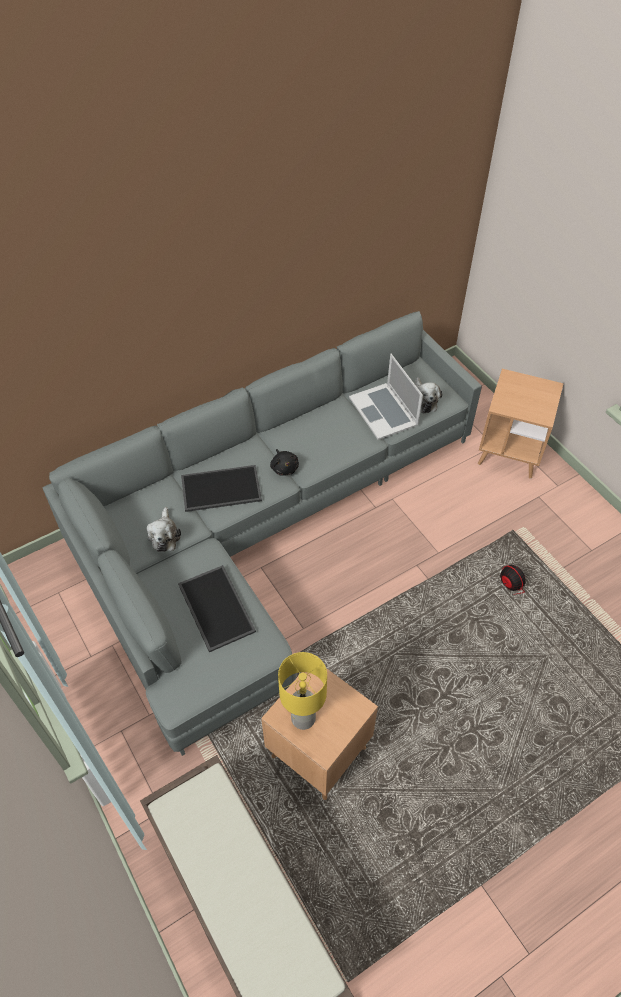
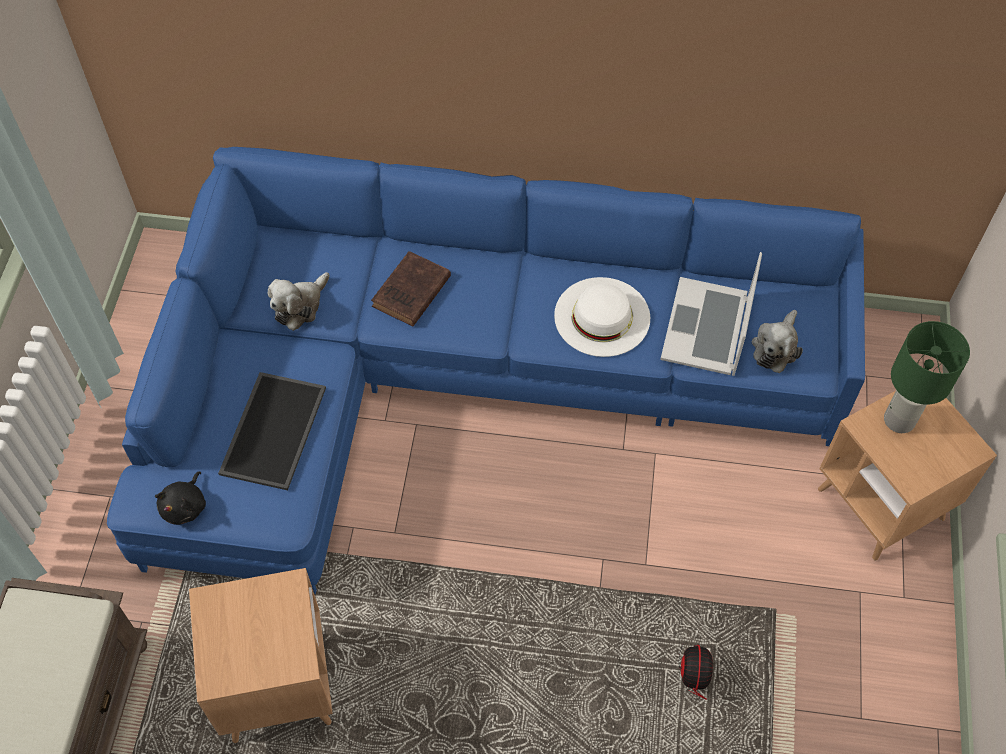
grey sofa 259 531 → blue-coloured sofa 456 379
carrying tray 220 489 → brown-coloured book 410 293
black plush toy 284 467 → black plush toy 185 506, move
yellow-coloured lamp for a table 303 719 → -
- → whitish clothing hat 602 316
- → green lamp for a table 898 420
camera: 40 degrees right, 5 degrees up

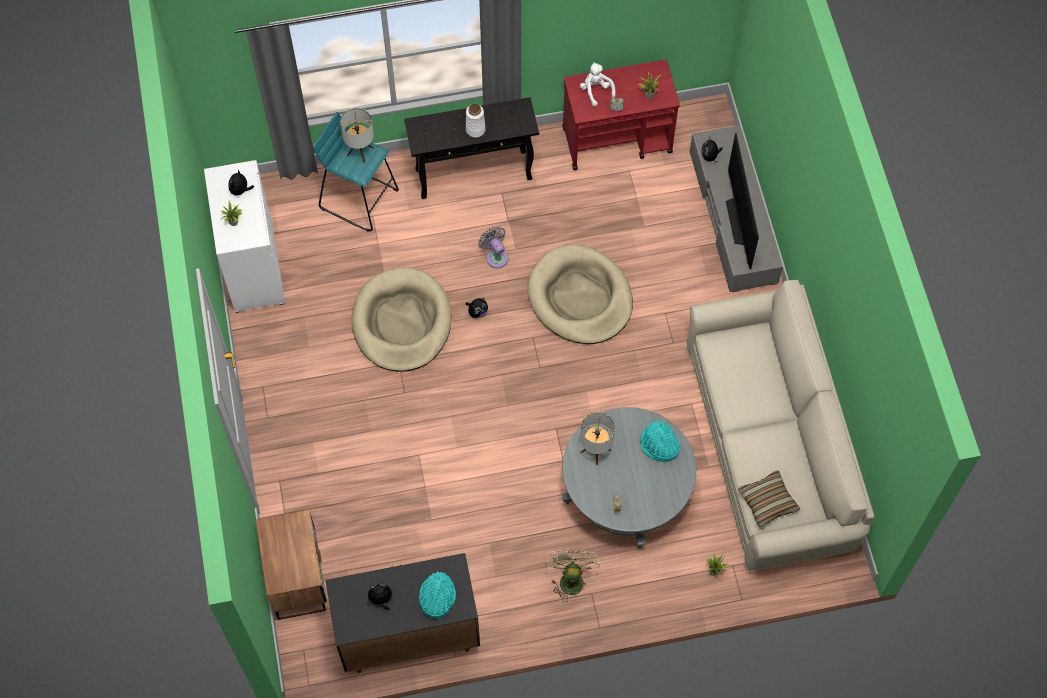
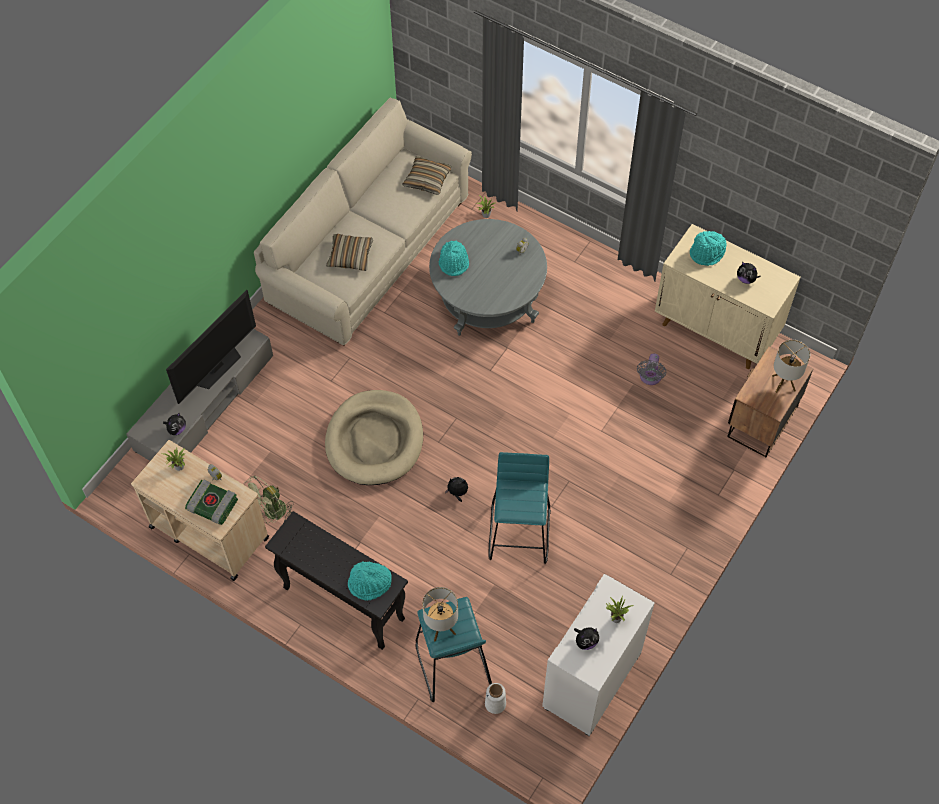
black cupboard 407 635 → beige-coloured cupboard 717 330
beige-coloured dog cushion 402 322 → turquoise stool 520 533
whitish decorative vase 475 129 → whitish decorative vase 495 704, move
grey cooling fan 495 256 → grey cooling fan 650 378, move
green cooling fan 570 578 → green cooling fan 271 513, move
reddish cart 618 140 → beige-coloured cart 208 532
whitish plush toy 596 91 → book 211 505
lamp for a table 595 451 → lamp for a table 783 383, move
- → pillow 350 256
- → turquoise clothing hat 370 584
camera: 135 degrees left, 5 degrees down

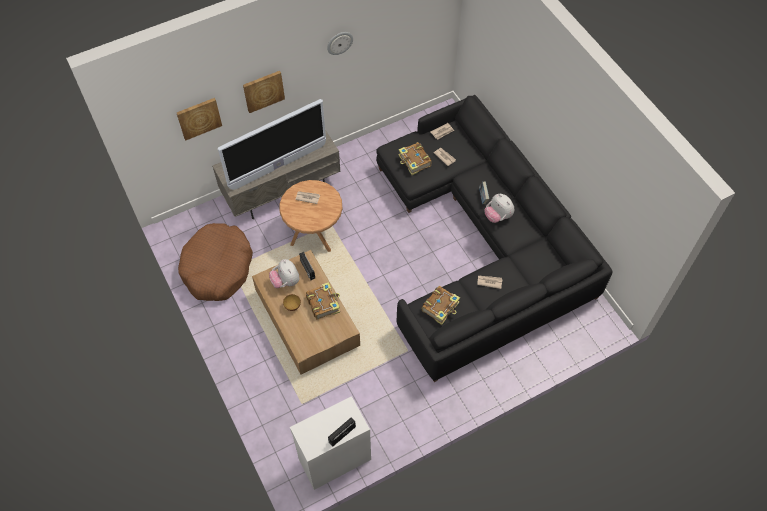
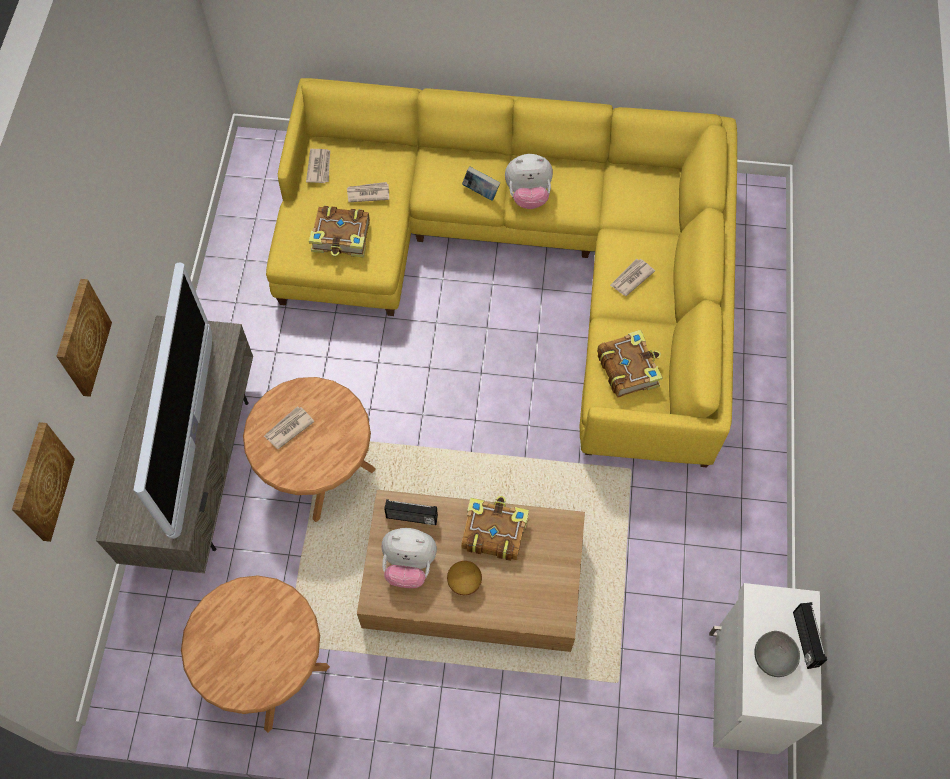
brown-coloured dog cushion 217 268 → brown-coloured accent table 266 666
hanging clock 339 42 → -
black sofa 482 245 → yellow-coloured sofa 528 258
- → grey bowl 773 657
camera: 55 degrees left, 5 degrees up

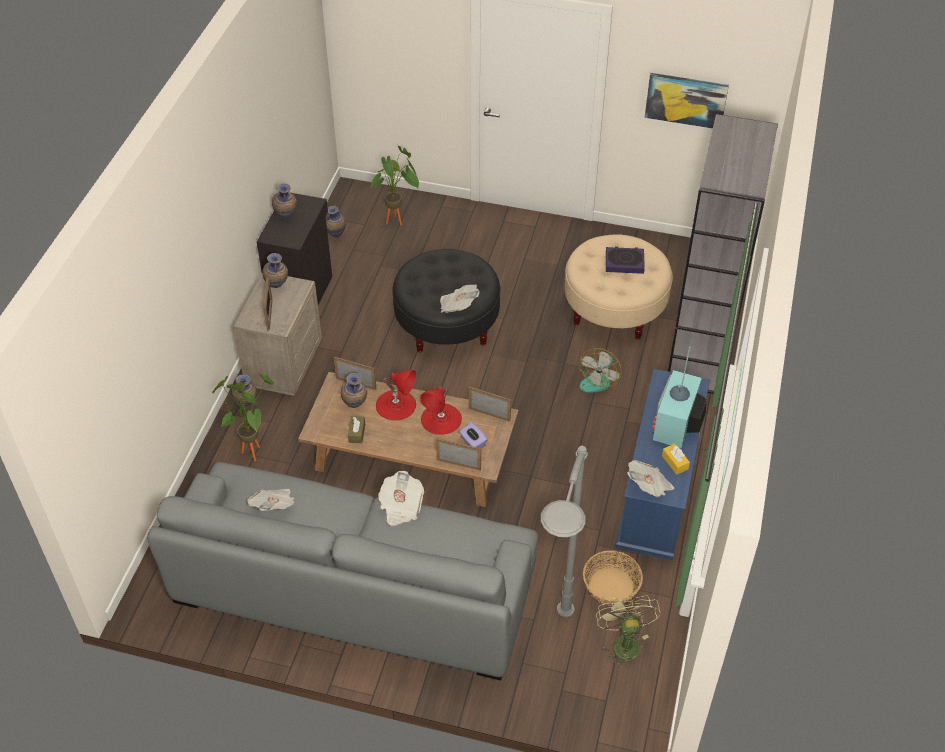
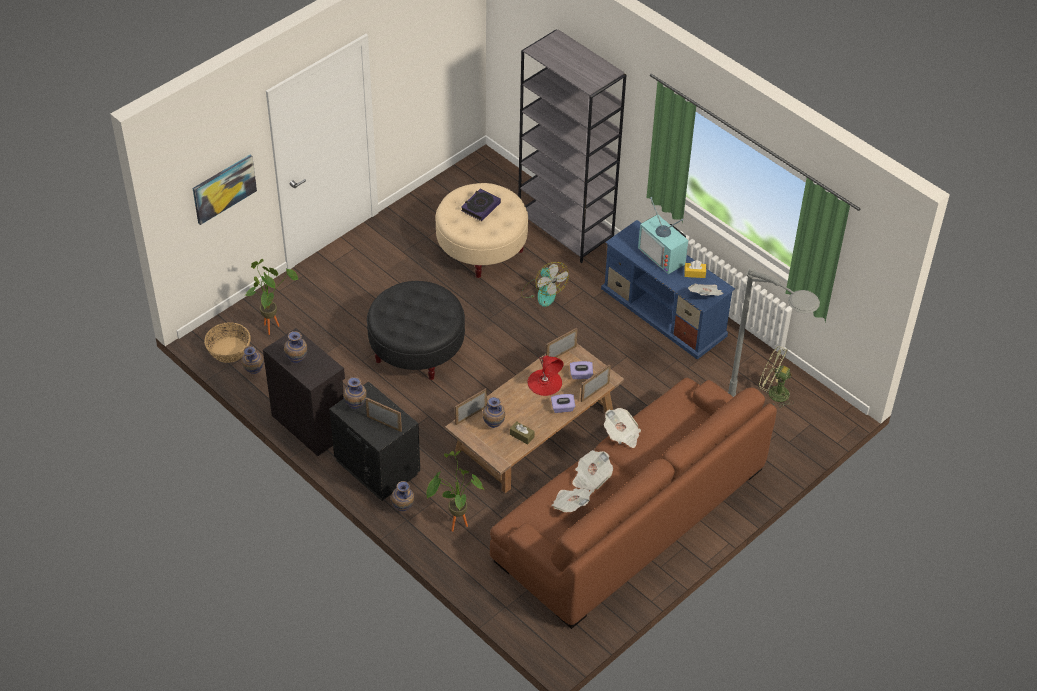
grey sofa 354 585 → brown-coloured sofa 630 514
beige-coloured night table 283 363 → black night table 376 467
reddish lamp for a table 396 404 → -
daily paper 458 306 → daily paper 591 478, move
basket 611 586 → basket 228 349, move
wall picture 686 100 → wall picture 224 188, move
- → purple-coloured box of tissues 562 408
camera: 60 degrees left, 0 degrees up

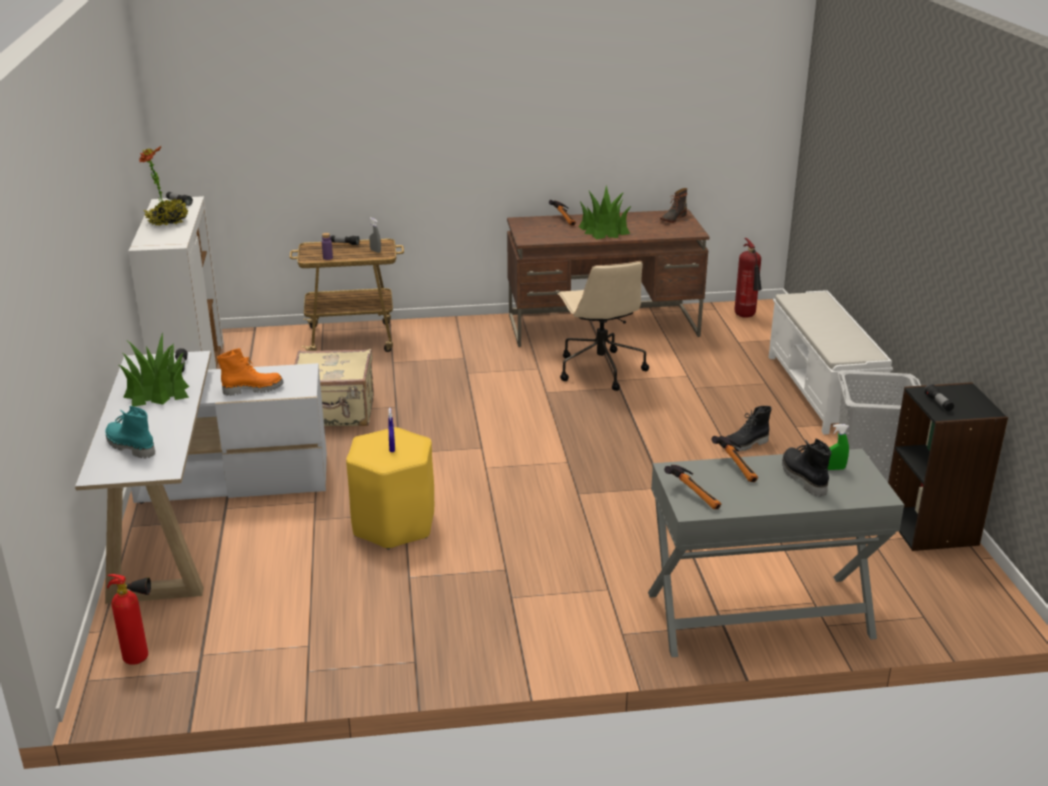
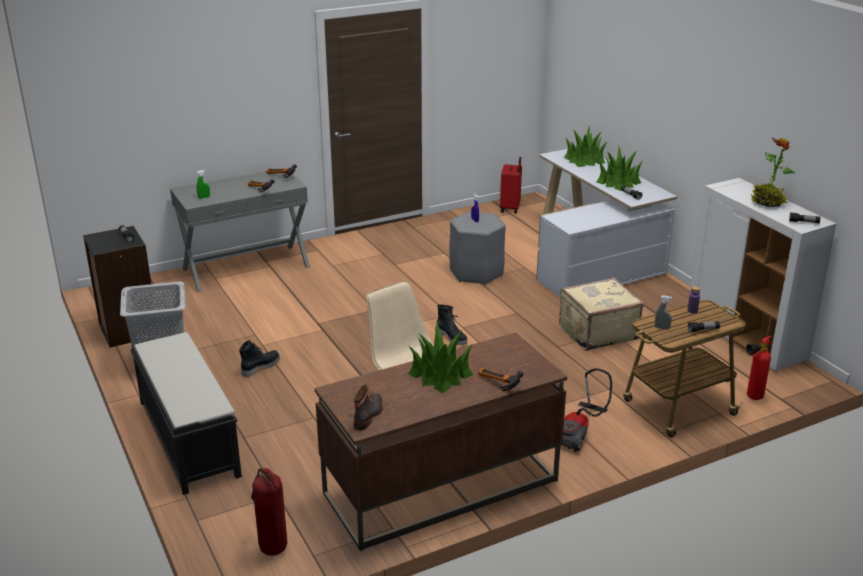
turquoise tall boot 129 447 → potted plant 585 160
fire extinguisher 142 659 → fire extinguisher 751 398, move
orange tall boot 253 389 → -
yellow-coloured stool 394 525 → grey stool 476 273
whitish bench 821 392 → black bench 188 437
black tall boot 802 478 → black tall boot 452 337, move
- → reddish piece of luggage 511 208
- → hoover 579 433
camera: 160 degrees right, 0 degrees up

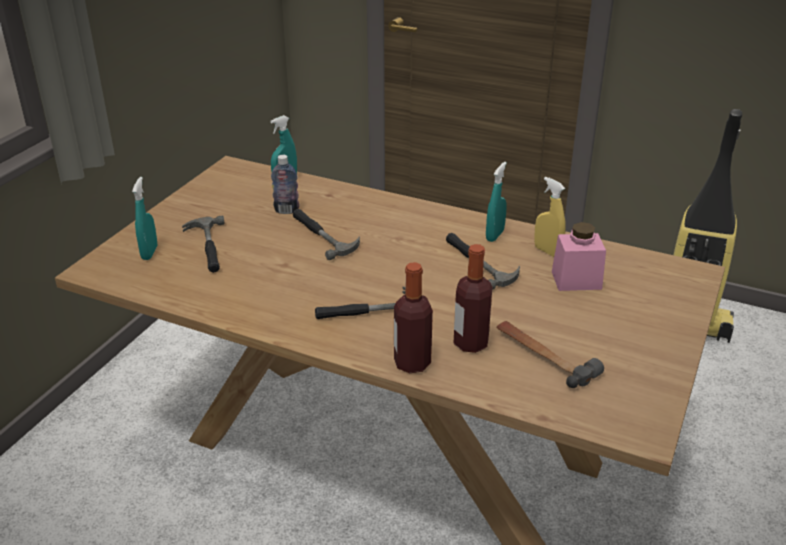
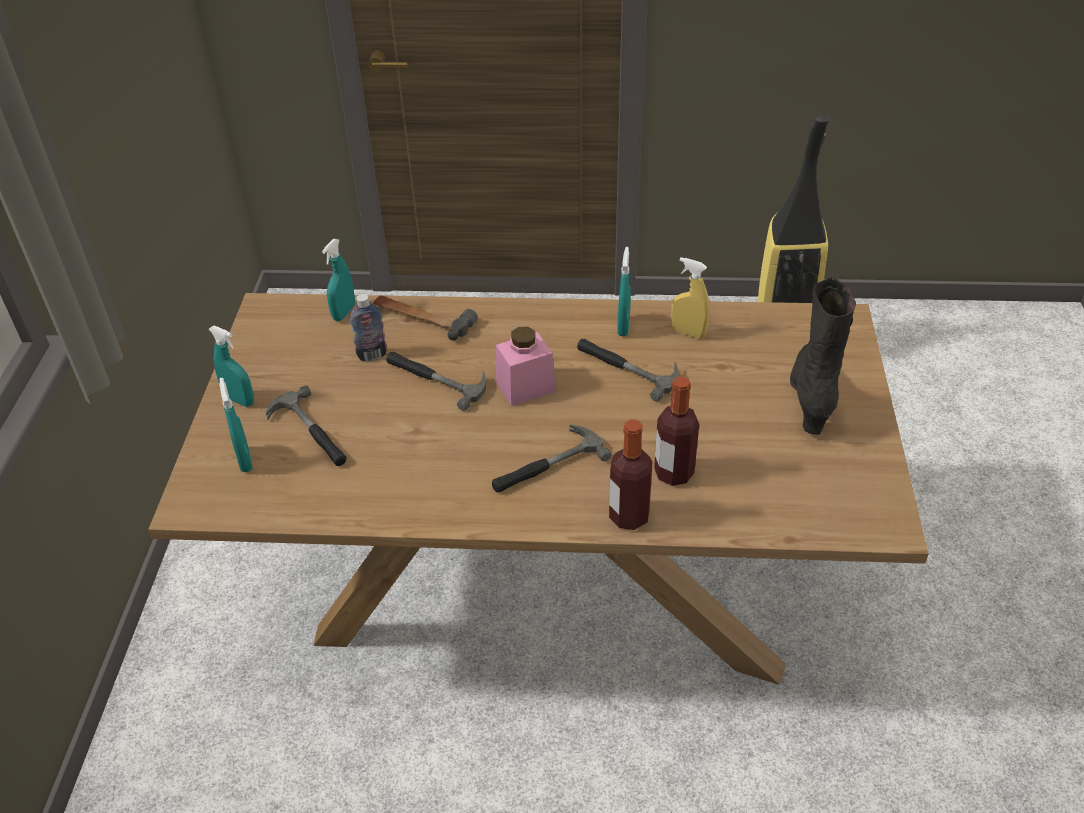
hammer 544 356 → hammer 423 318, move
pinkish storage jar 576 280 → pinkish storage jar 525 386, move
- → turquoise spray bottle 239 400
- → black tall boot 811 398
camera: 20 degrees left, 10 degrees up

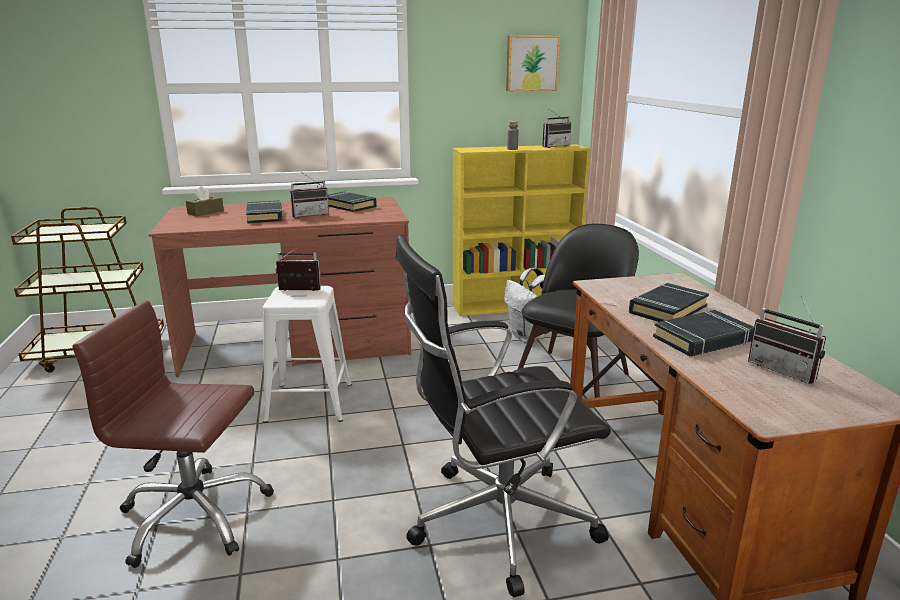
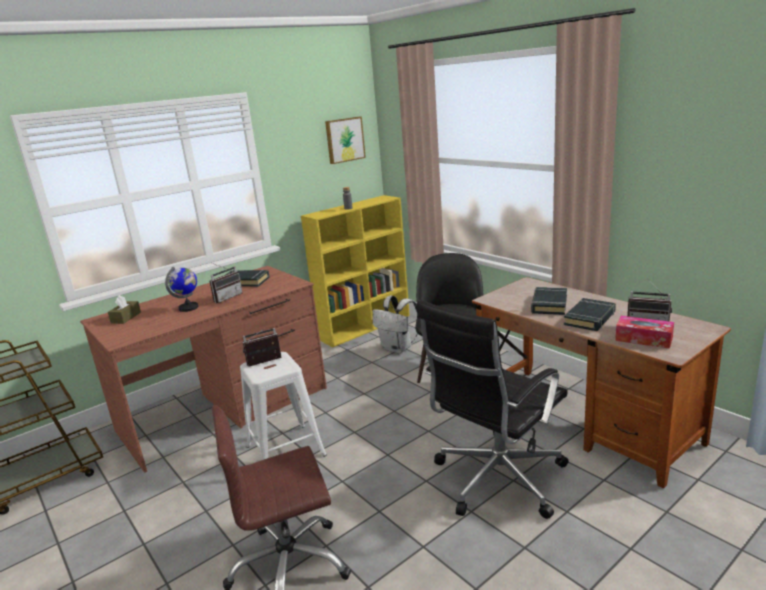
black book 265 216 → globe 189 308
radio 554 146 → -
- → box of tissues 643 339
camera: 25 degrees left, 0 degrees up

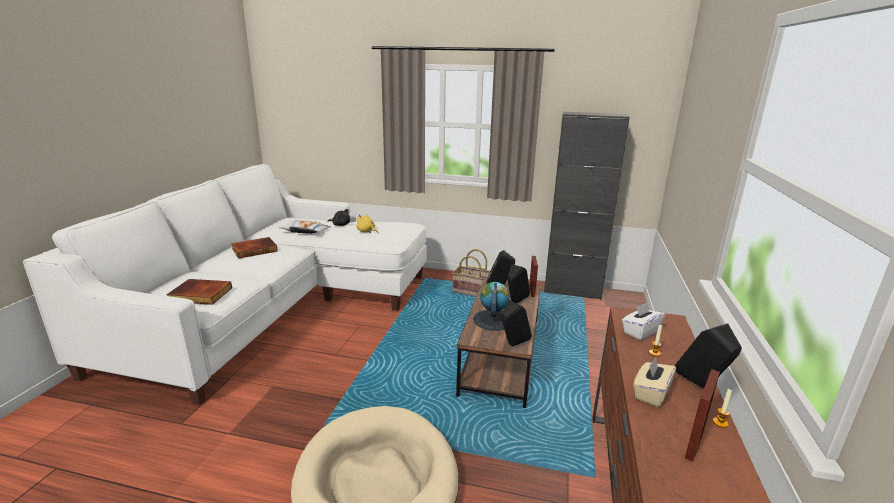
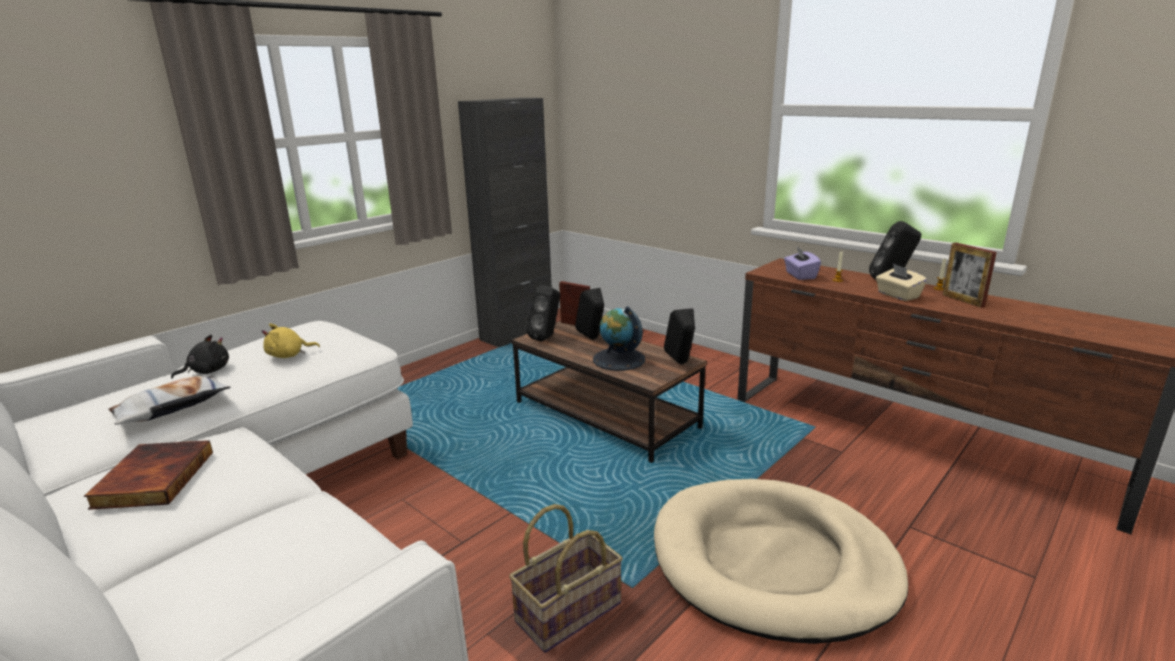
book 200 295 → -
basket 473 291 → basket 568 611, move
whitish box of tissues 640 332 → purple-coloured box of tissues 800 275
camera: 60 degrees left, 0 degrees up

